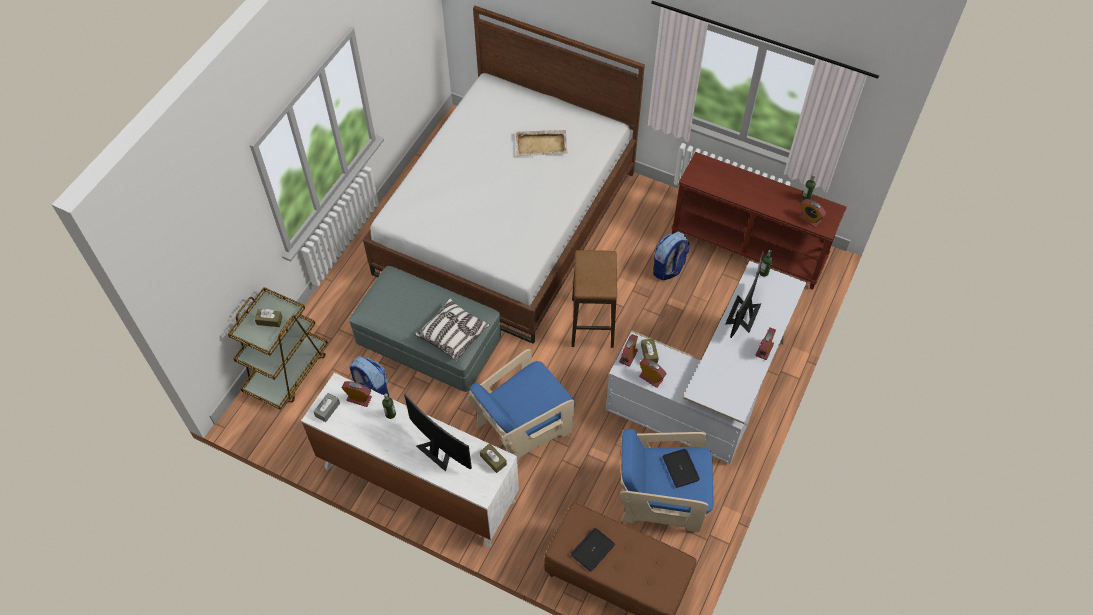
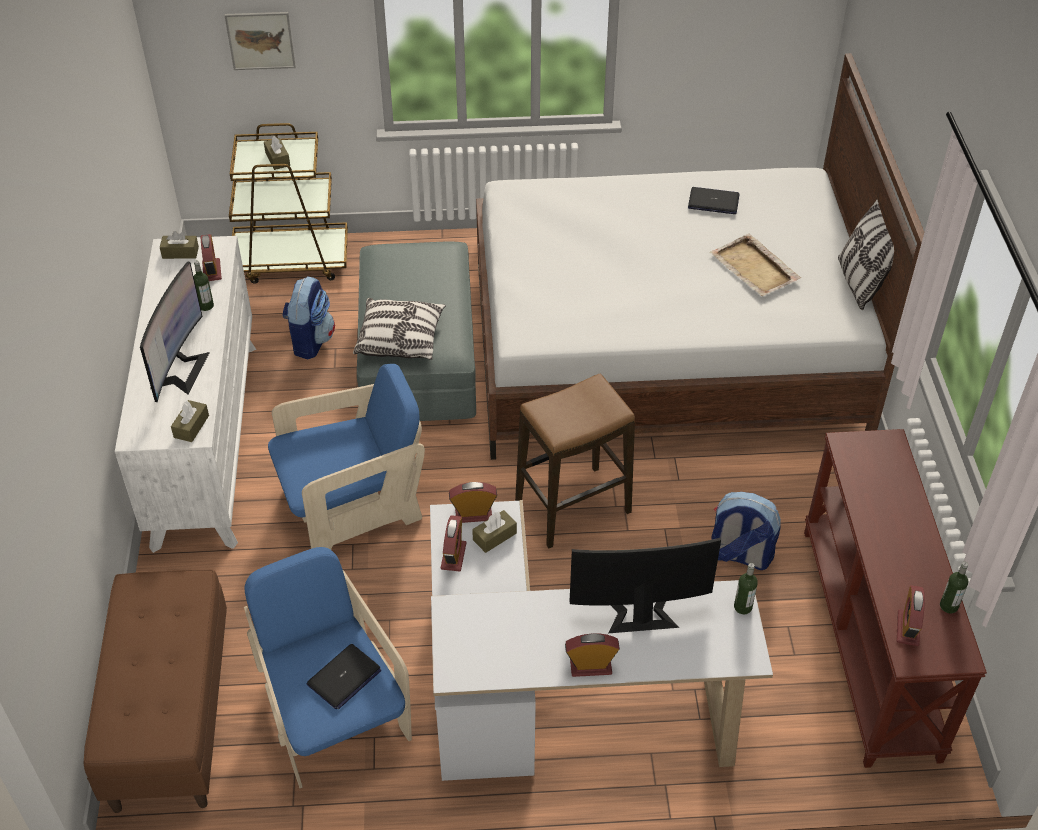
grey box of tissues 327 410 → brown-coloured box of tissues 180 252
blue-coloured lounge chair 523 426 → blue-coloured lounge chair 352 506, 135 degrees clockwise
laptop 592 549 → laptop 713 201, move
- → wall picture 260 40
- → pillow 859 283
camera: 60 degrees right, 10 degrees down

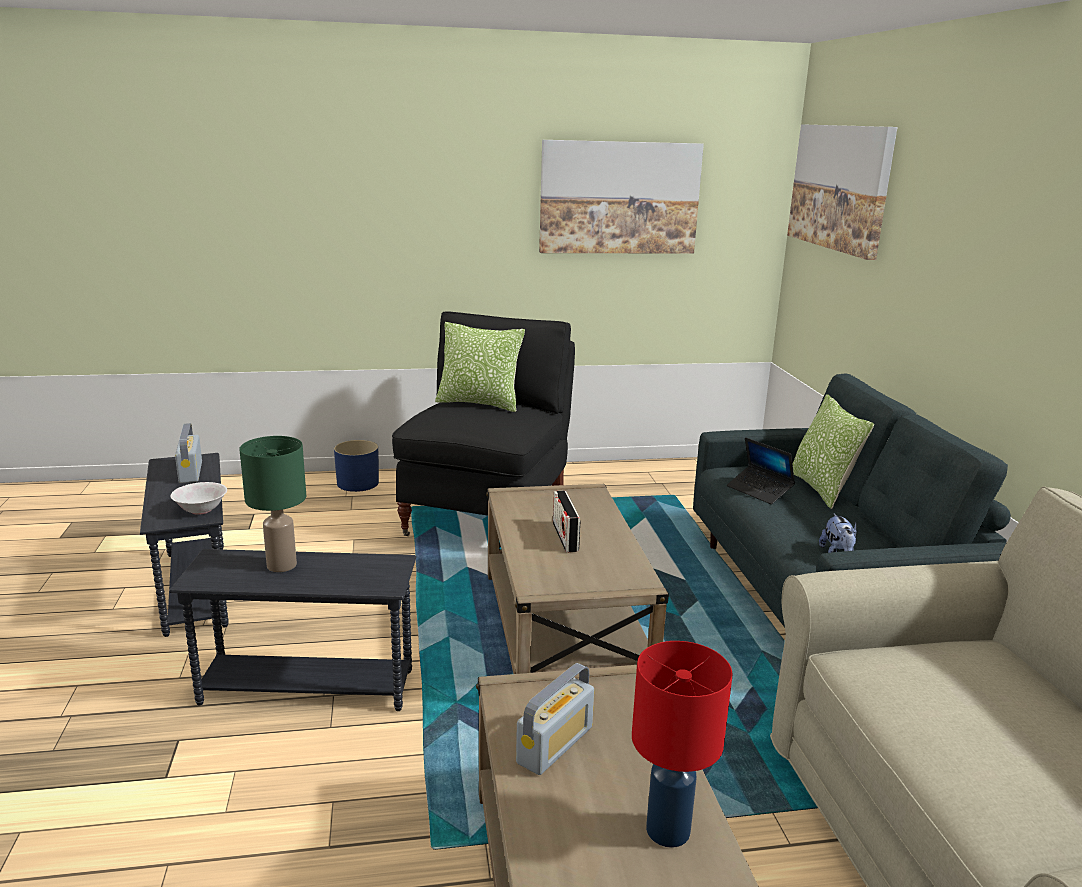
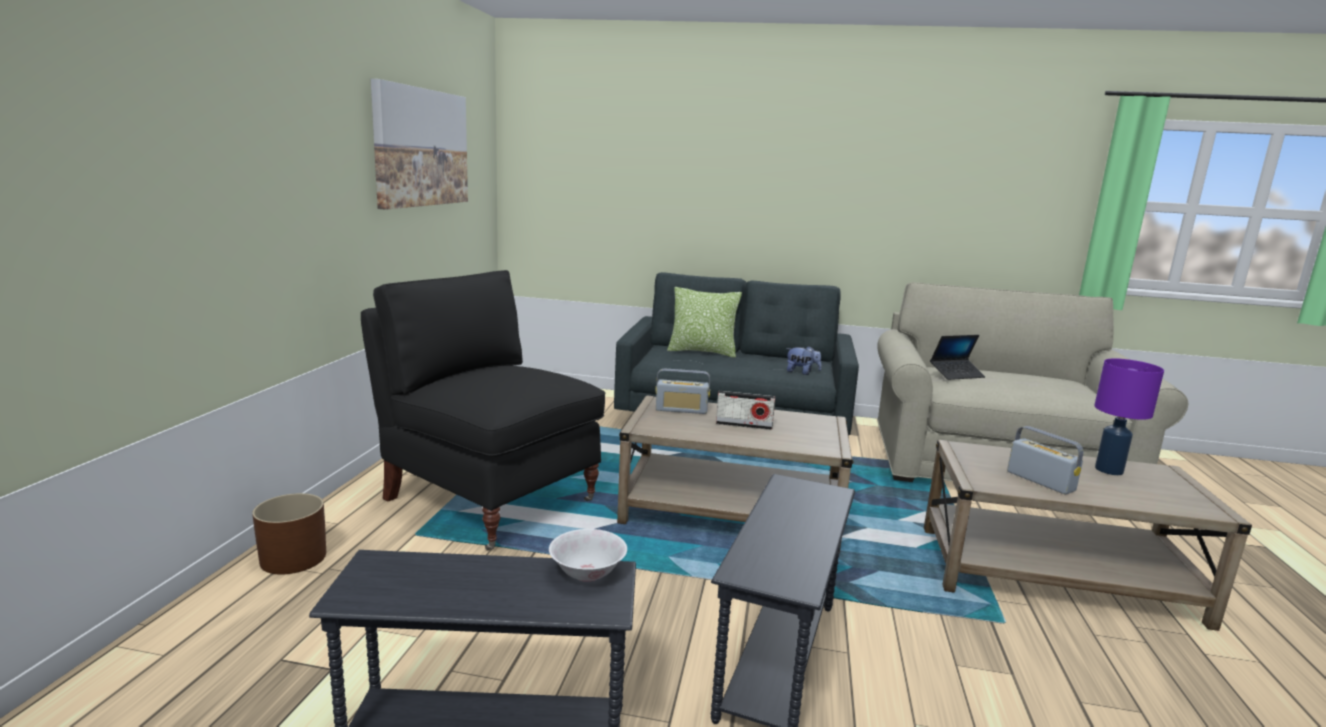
radio 190 472 → radio 681 410, move
green lamp for a table 281 566 → -
blue-coloured planter 358 483 → brown-coloured planter 294 558
pillow 479 403 → -
reddish lamp for a table 666 830 → purple-coloured lamp for a table 1109 470
laptop 759 491 → laptop 956 374, move
wall picture 840 187 → -
camera: 70 degrees left, 5 degrees down

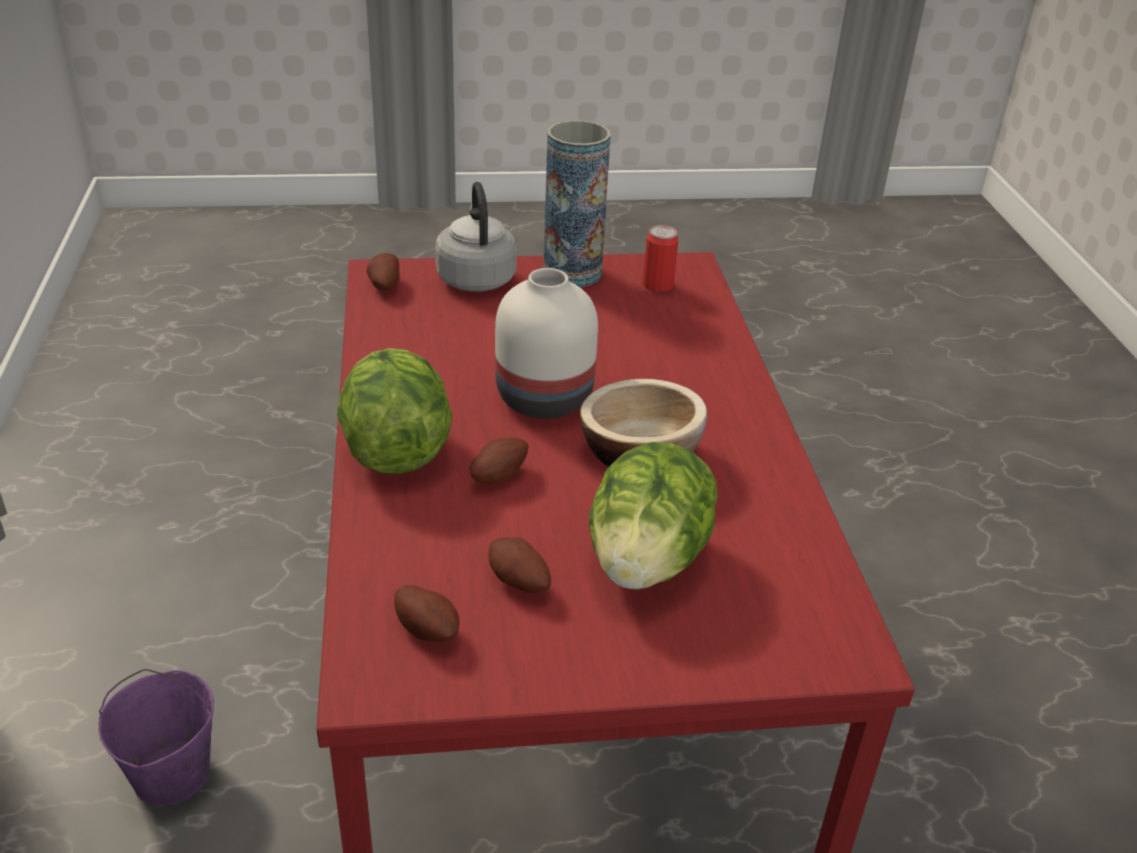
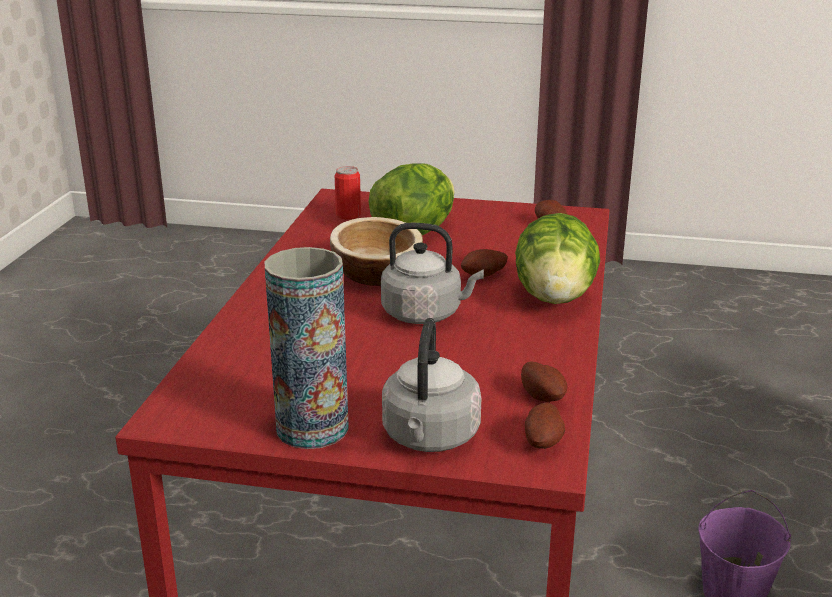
potato 517 583 → potato 543 396, move
whitish decorative vase 542 399 → grey tea kettle 426 314
metal can 658 285 → metal can 348 215, move
camera: 160 degrees left, 10 degrees down

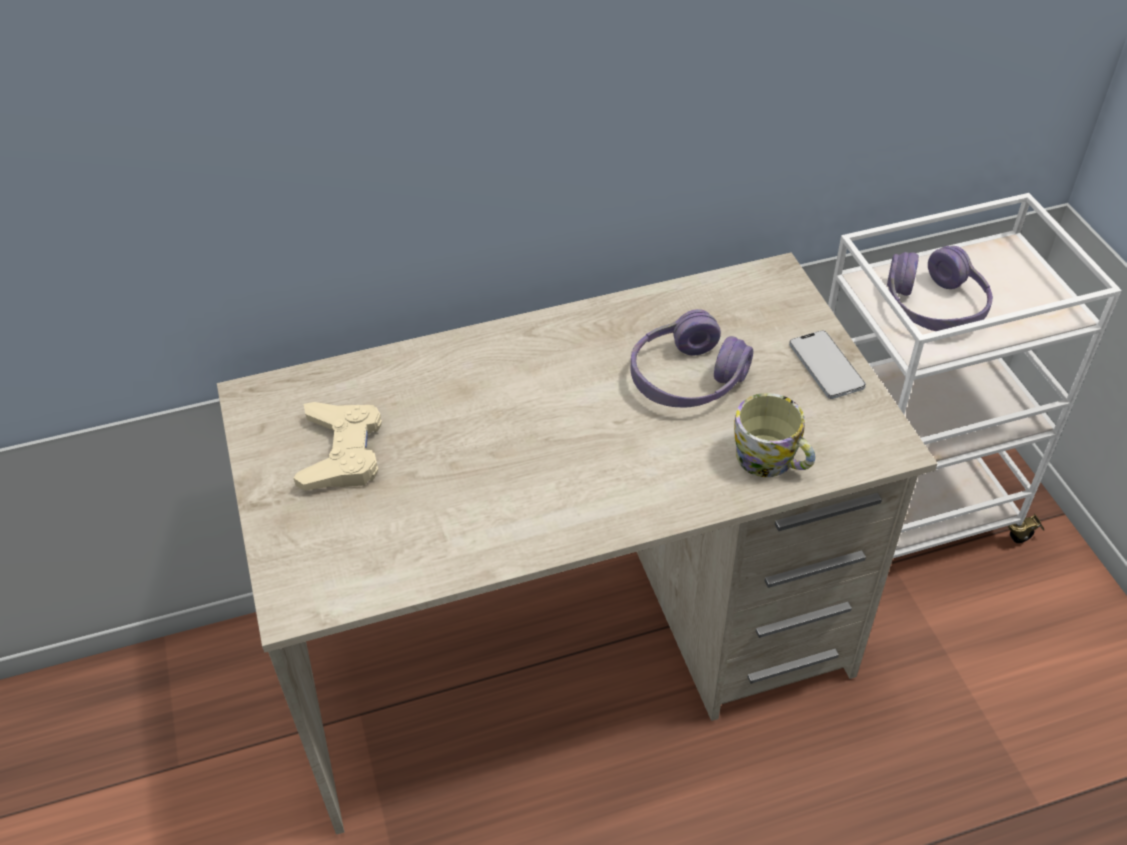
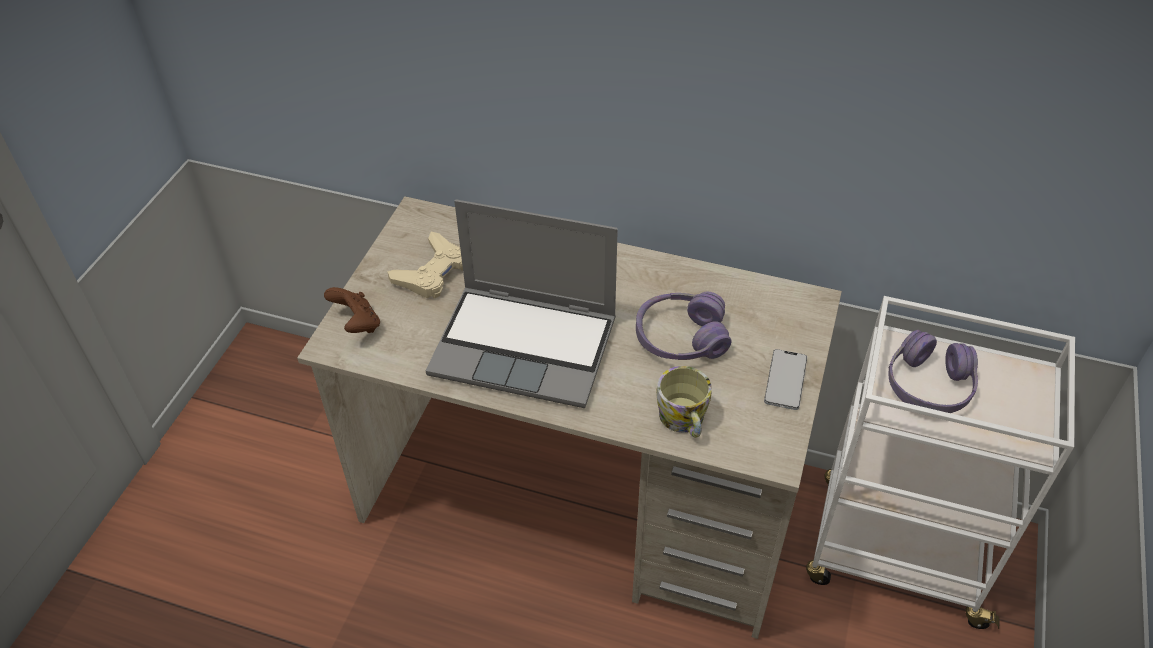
- → brown-coloured game controller 357 324
- → laptop 527 346
camera: 35 degrees right, 0 degrees up

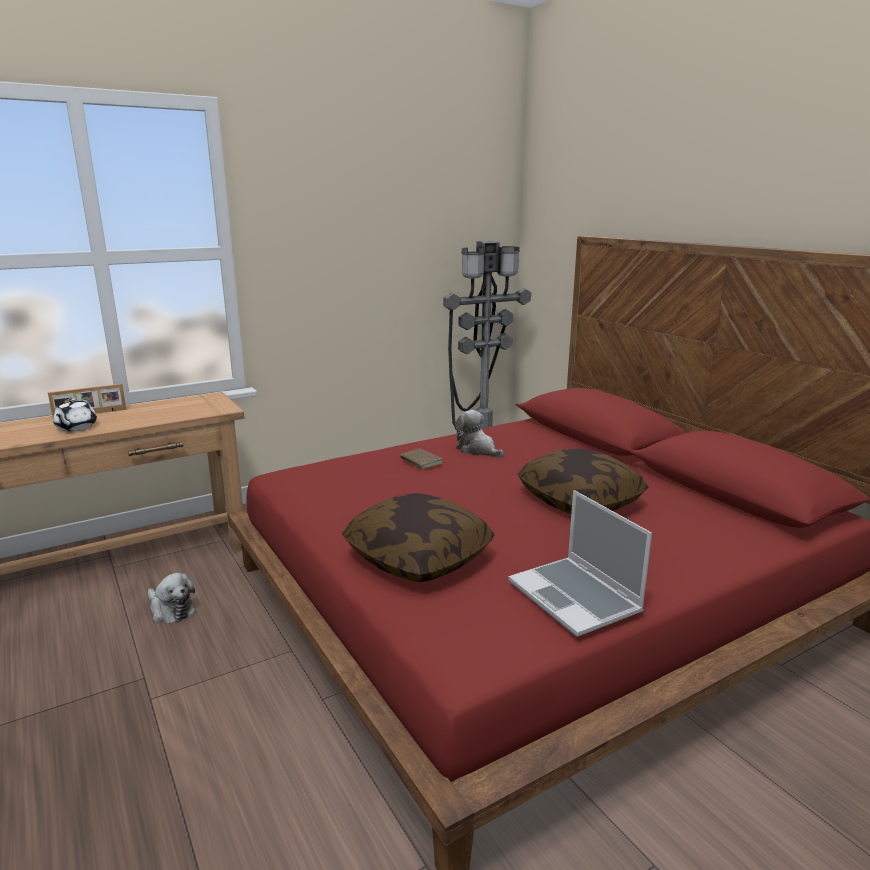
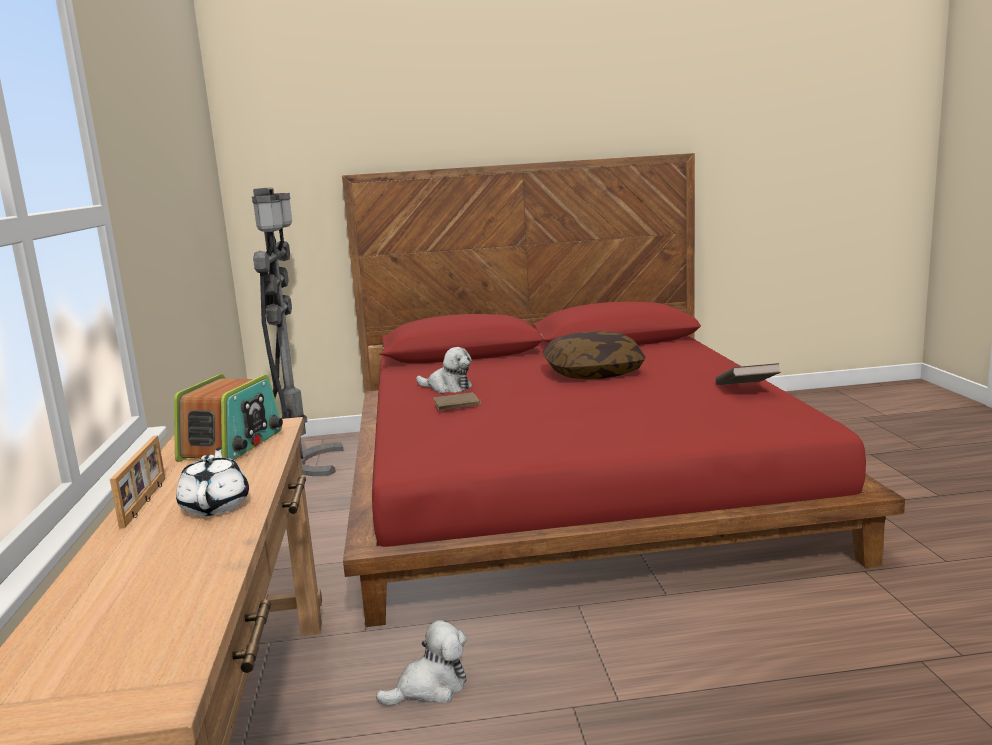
whitish pot for tea 76 427 → whitish pot for tea 216 505, 120 degrees counterclockwise
pillow 418 557 → -
plush toy 477 450 → plush toy 447 387, 135 degrees counterclockwise
laptop 576 598 → brown-coloured book 746 390
- → radio 233 445
camera: 65 degrees left, 5 degrees down

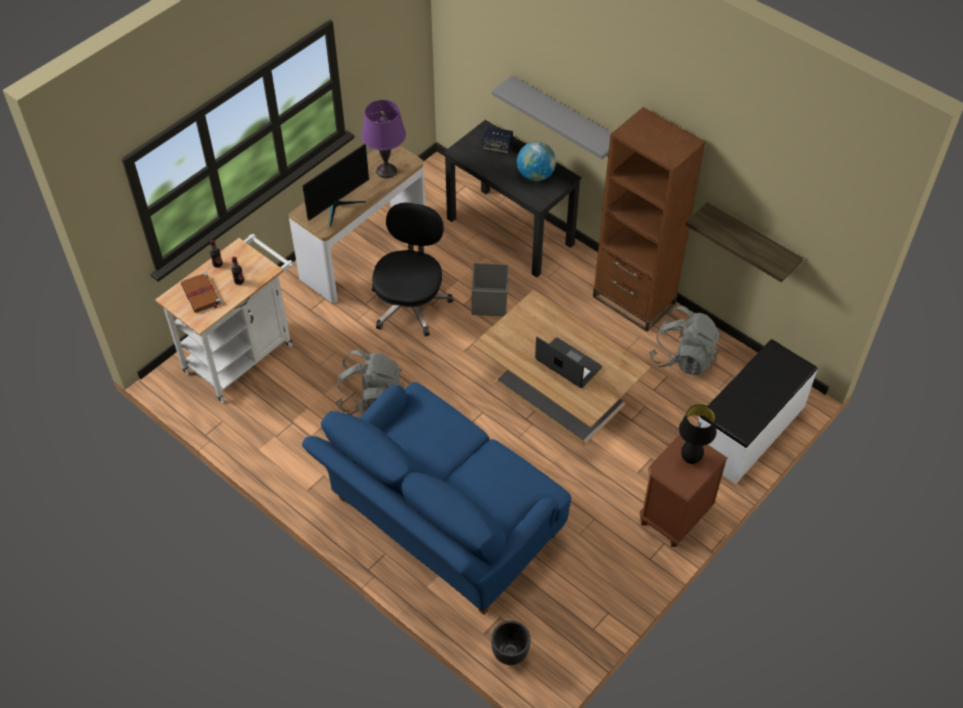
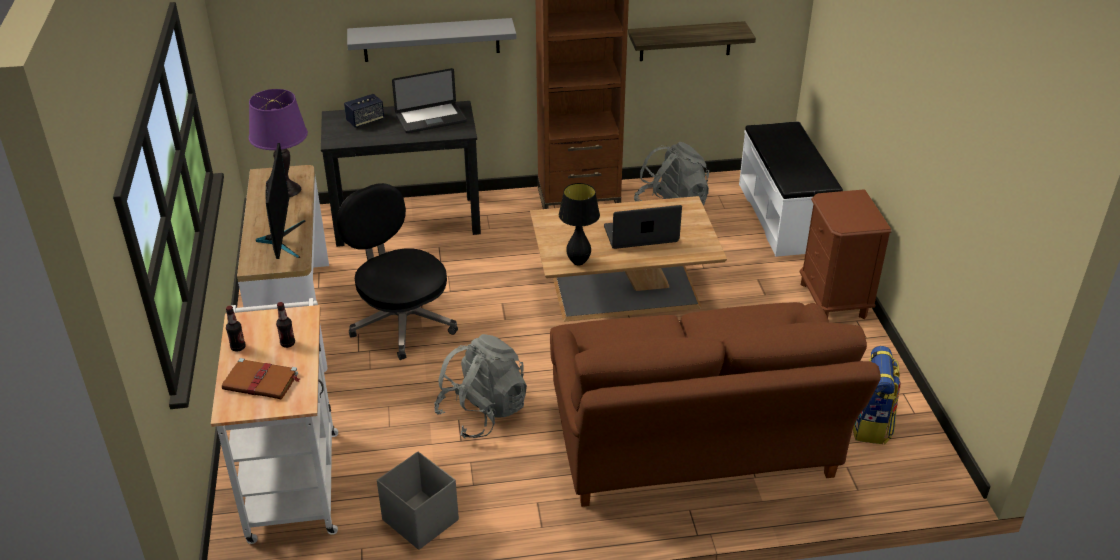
blue-coloured sofa 440 524 → brown-coloured sofa 694 447
grey storage container 490 301 → grey storage container 420 519, move
black planter 509 653 → -
globe 535 175 → laptop 431 119
black lamp for a table 690 459 → black lamp for a table 578 262, move
- → backpack 871 424
camera: 50 degrees left, 15 degrees down

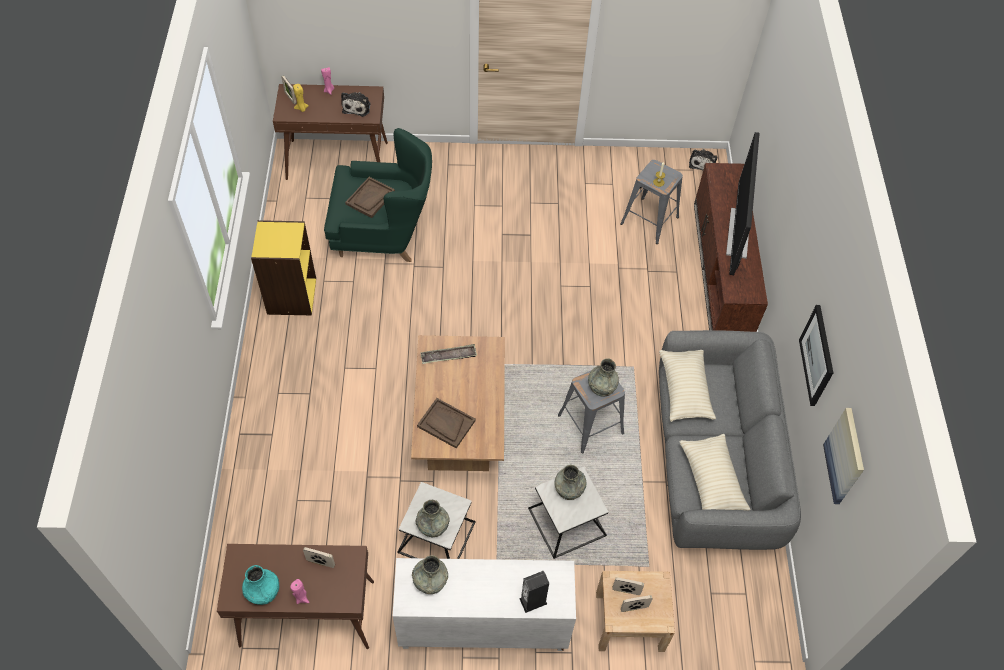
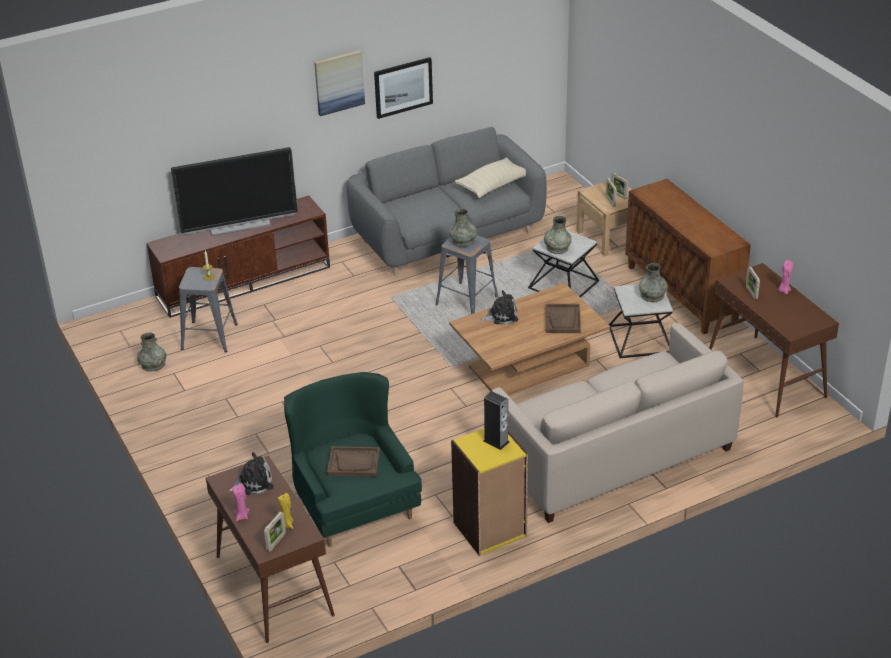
turquoise decorative vase 263 591 → -
whitish cupboard 482 626 → brown-coloured cupboard 682 294
grey decorative vase 430 580 → grey decorative vase 153 365, move
carrying tray 448 356 → -
audio speaker 533 601 → audio speaker 496 441, move
beige-coloured pillow 684 390 → -
plush toy 702 162 → plush toy 501 315, move
wall picture 845 456 → wall picture 339 82, move
- → beige-coloured sofa 612 455
camera: 115 degrees left, 20 degrees down

